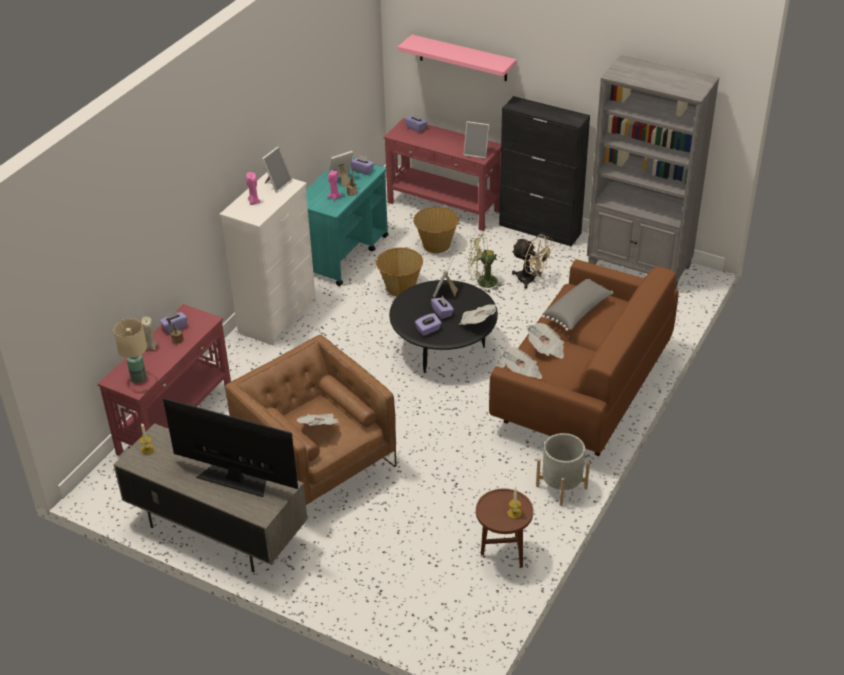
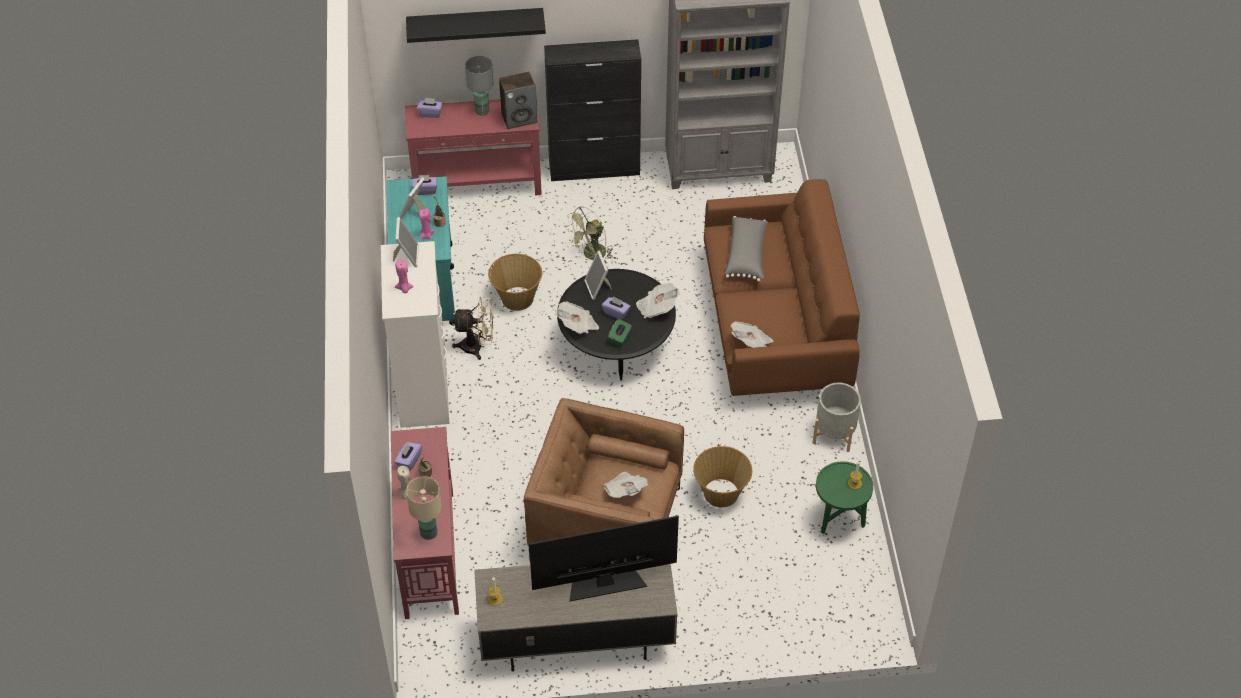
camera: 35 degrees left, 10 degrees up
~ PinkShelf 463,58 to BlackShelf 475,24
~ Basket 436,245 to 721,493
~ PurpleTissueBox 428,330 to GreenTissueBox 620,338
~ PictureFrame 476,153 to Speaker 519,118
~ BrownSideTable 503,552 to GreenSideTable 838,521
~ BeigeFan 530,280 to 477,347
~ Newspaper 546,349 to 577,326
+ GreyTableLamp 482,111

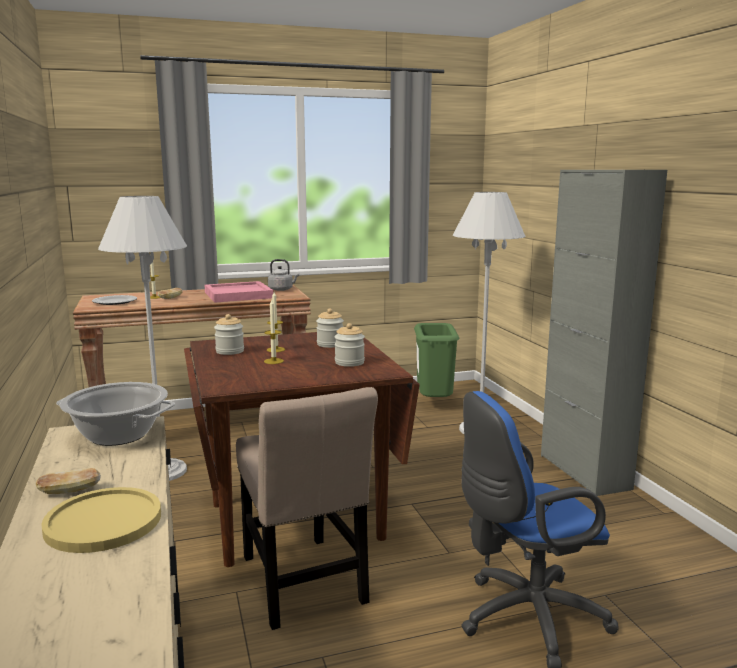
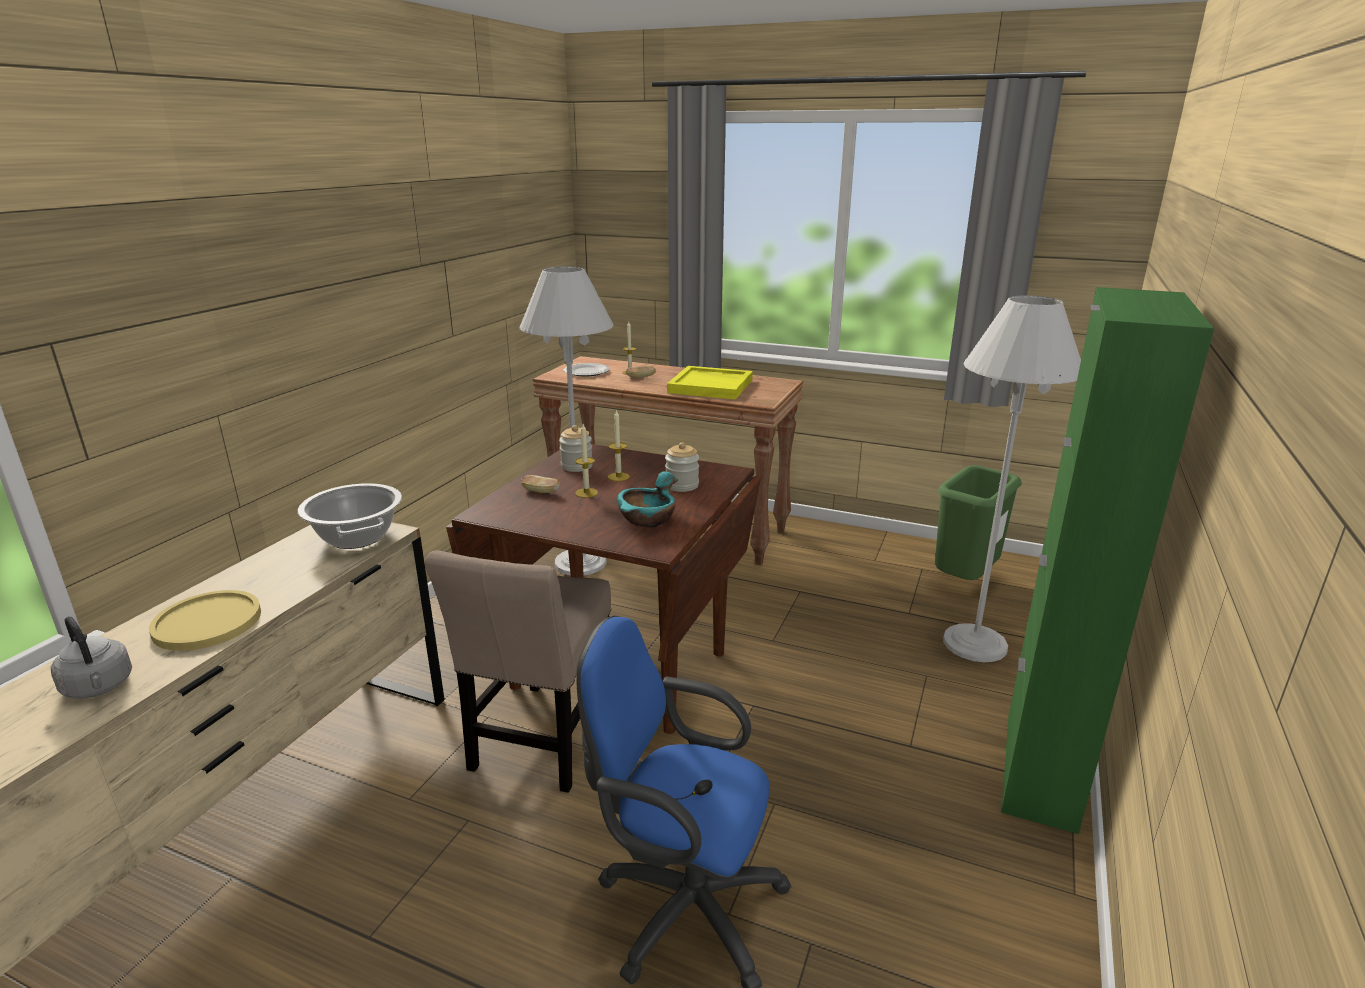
camera: 40 degrees right, 10 degrees up
~ Bread 70,492 to 540,492
~ PinkTray 238,295 to YellowTray 711,386
~ GreyKettle 282,289 to 99,687
~ Jar 349,362 to TurquoiseBowl 647,519
~ GreyCabinet 584,471 to GreenCabinet 1040,770

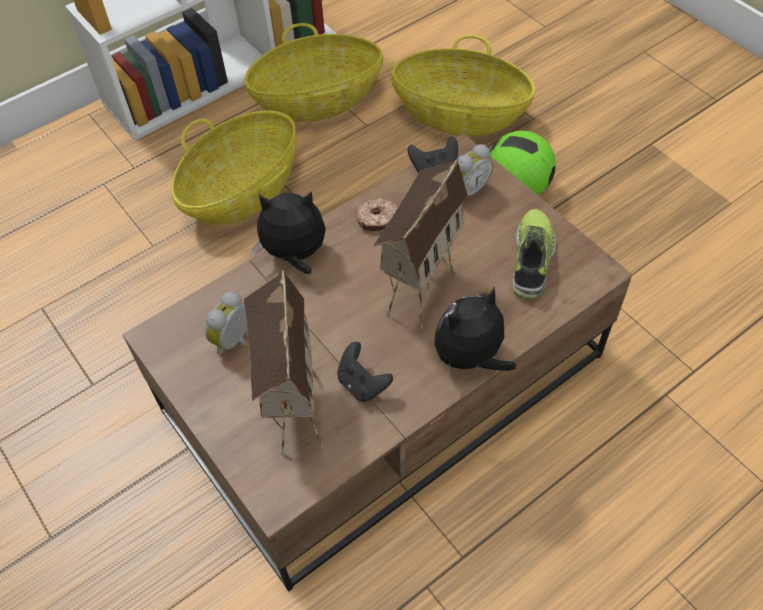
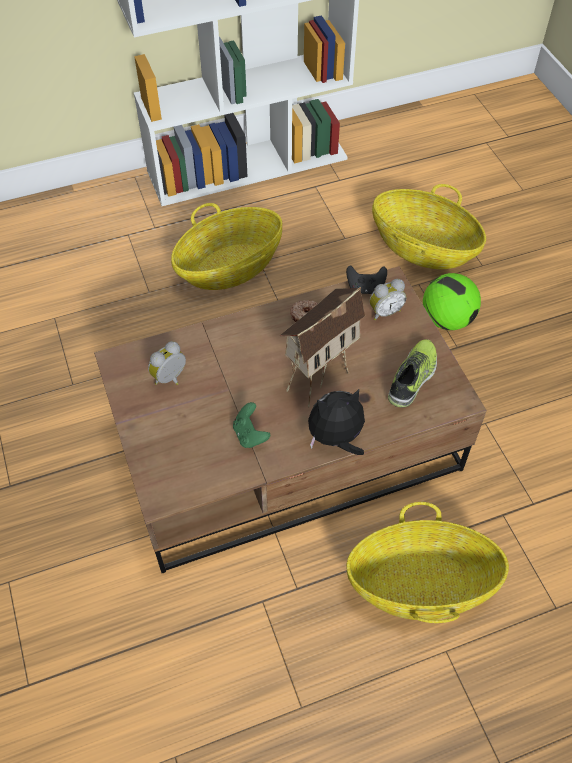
camera: 15 degrees right, 0 degrees up
~ Basket 318,100 to 421,583
- ToyHouse 291,407
- PlushToy 294,255
~ BlackGameController 362,383 to GreenGameController 250,435

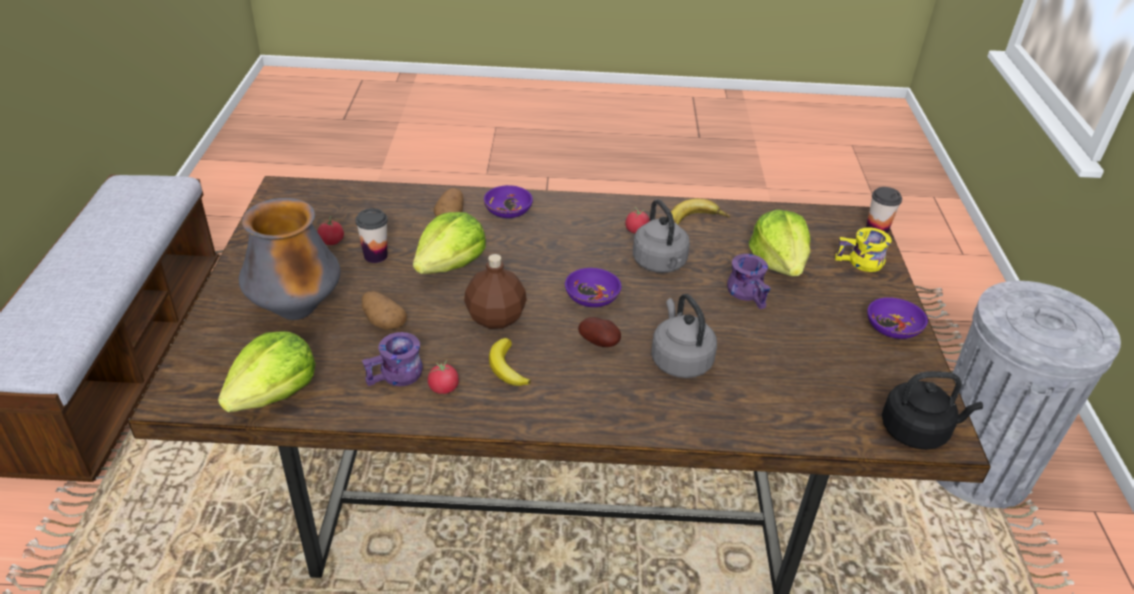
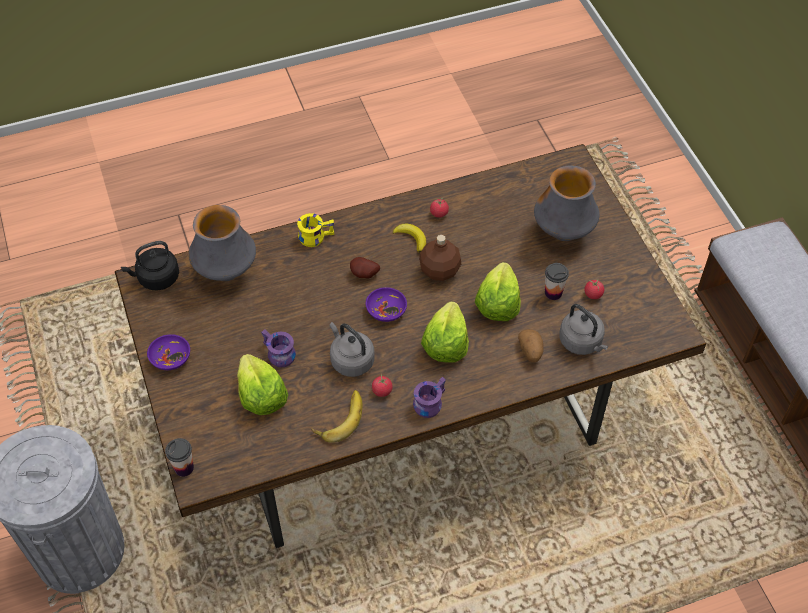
camera: 160 degrees right, 15 degrees up
~ Lettuce 274,393 to 445,344
- Potato 383,322
~ PurpleMug 396,377 to 428,402
- PurpleBowl 507,211
~ GreyKettle 679,360 to 582,342
~ YellowMug 860,263 to 315,235
+ Vase 226,272

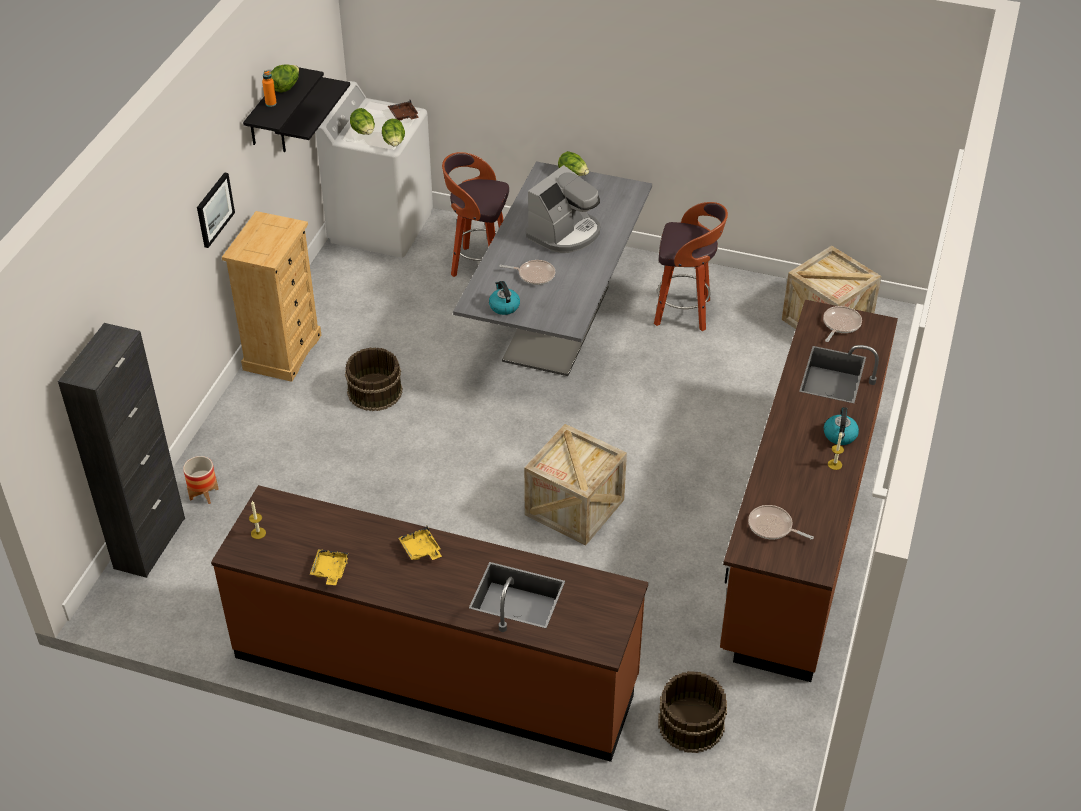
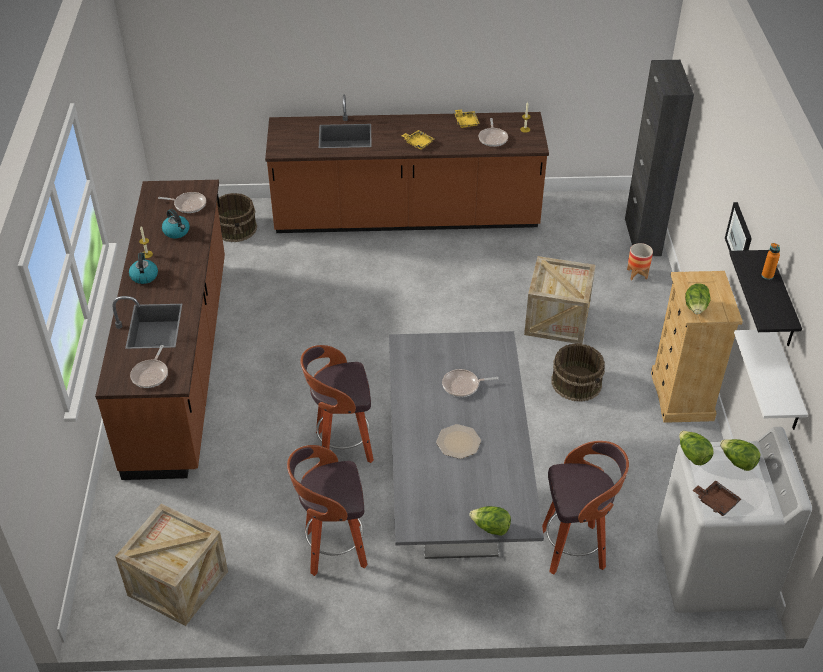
camera: 160 degrees right, 0 degrees up
~ Lettuce 285,87 to 695,308
~ BlackShelf 297,116 to WhiteShelf 786,383
~ Kettle 504,306 to 177,232
~ Crate 574,507 to 557,320
~ CoffeeMachine 565,233 to Plate 458,442
+ Stool 342,447
+ FryingPan 493,138

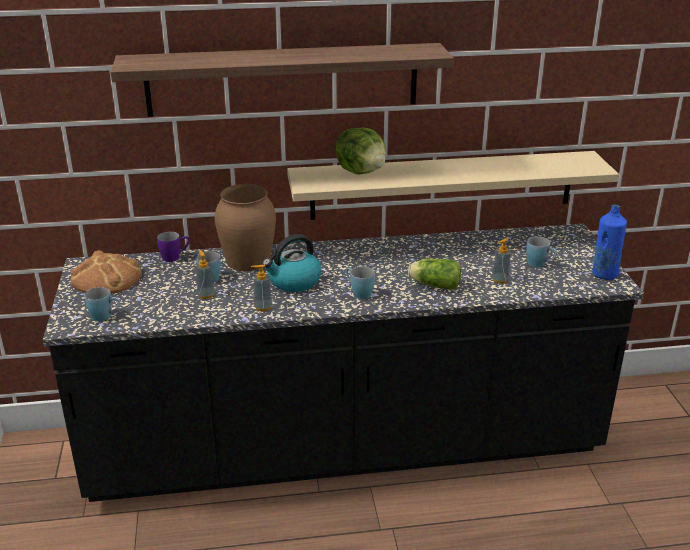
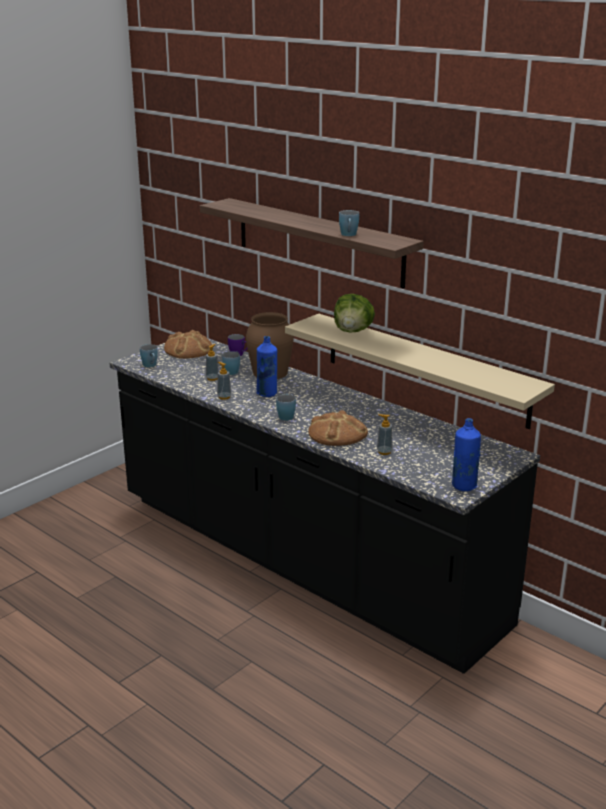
camera: 50 degrees right, 5 degrees down
~ Kettle 293,282 to BlueBottle 267,394
~ Lettuce 433,285 to Bread 337,433
~ BlueMug 540,264 to 349,235

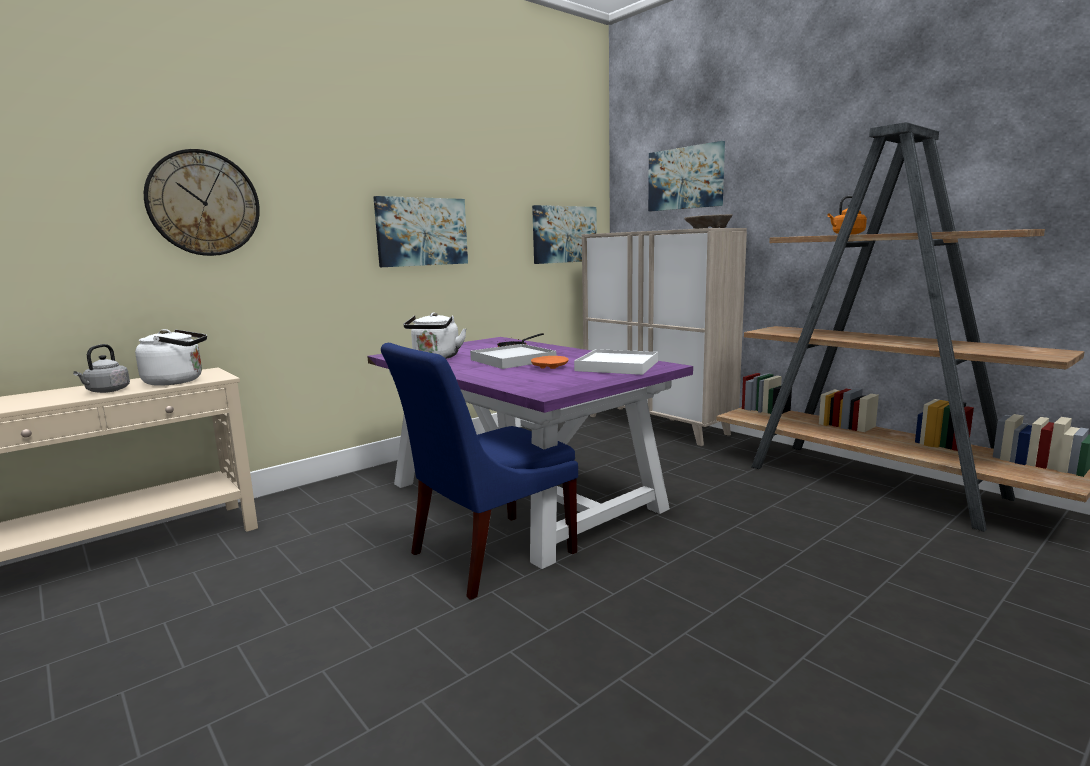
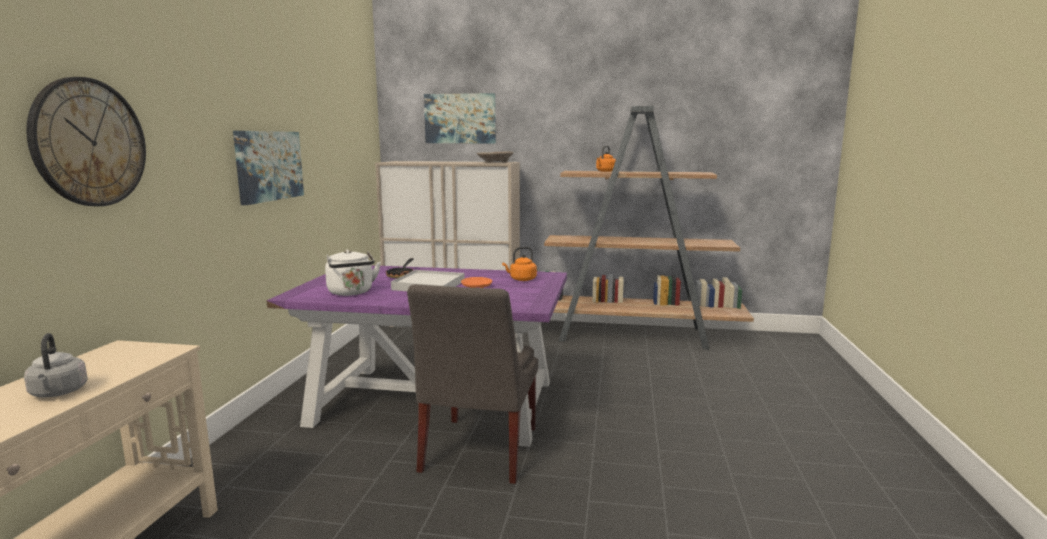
camera: 40 degrees left, 0 degrees up
- WhiteKettle 178,381
~ BlueChair 486,555 to GreyChair 477,452
- Picture 564,234
~ WhiteTray 617,366 to OrangeKettle 521,279

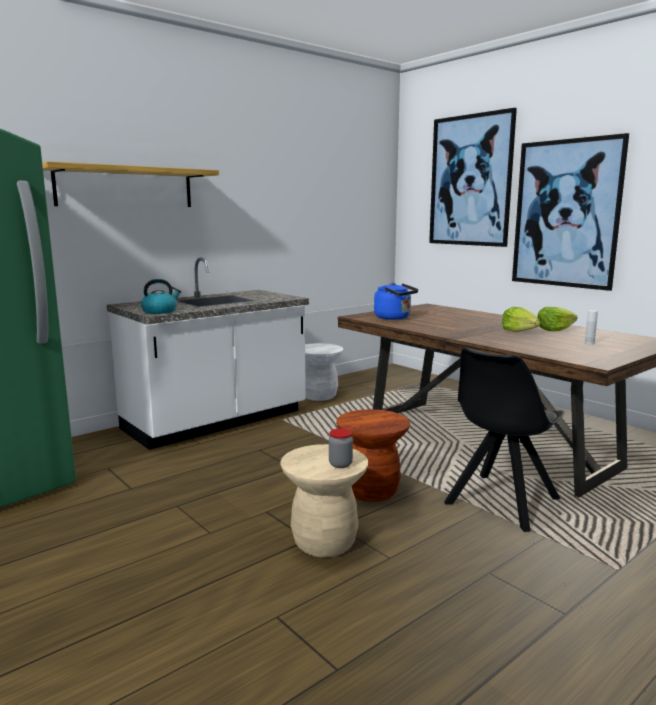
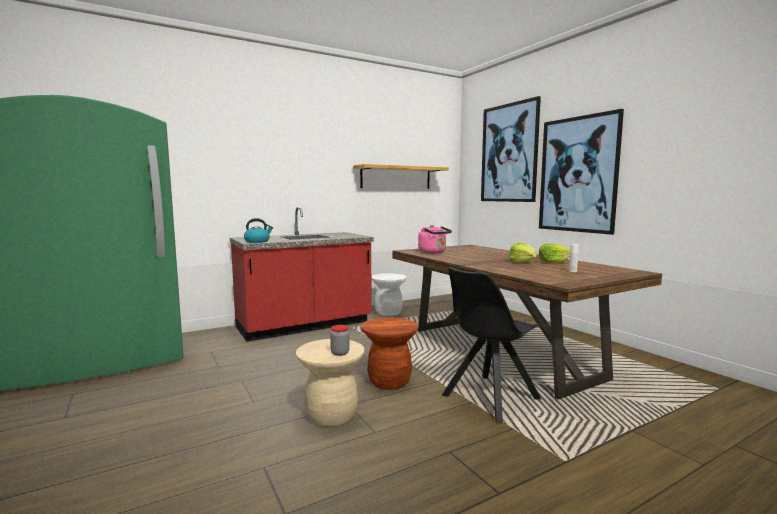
camera: 10 degrees right, 5 degrees down
~ Shelf 125,187 to 396,177
~ WhiteCounter 216,421 to RedCounter 304,325
~ BlueKettle 394,318 to PinkKettle 433,252

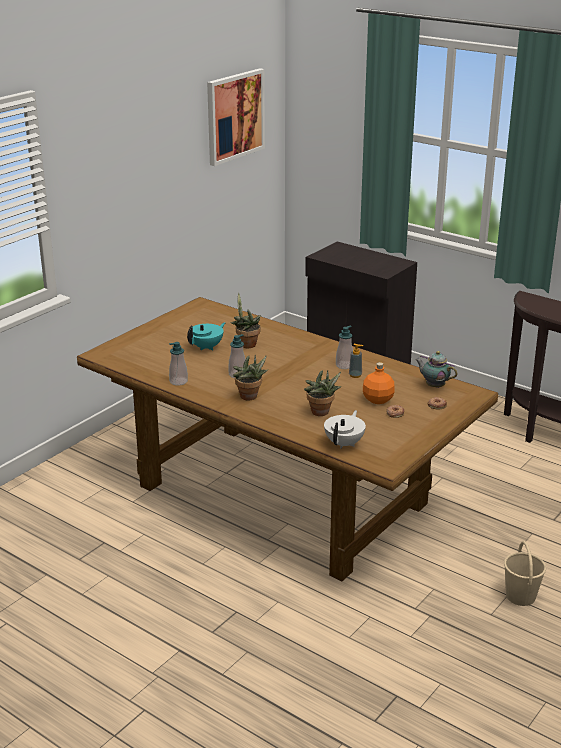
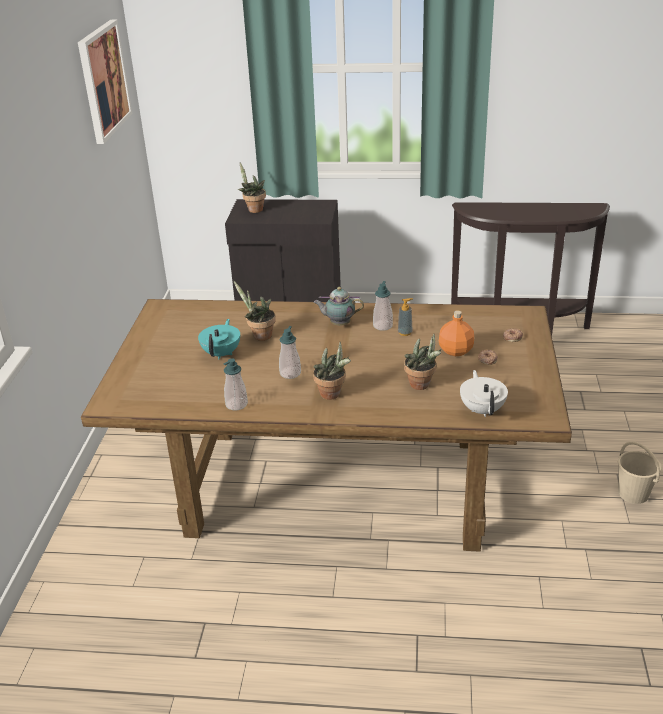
camera: 30 degrees left, 5 degrees up
~ Teapot 434,386 to 338,324
+ PottedPlant 253,209

